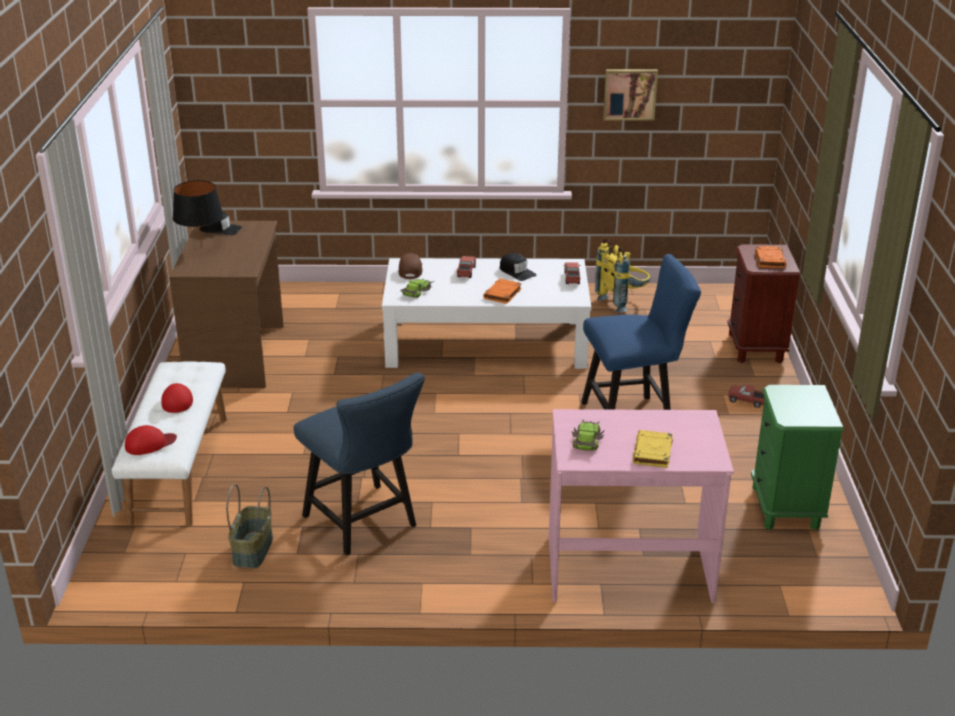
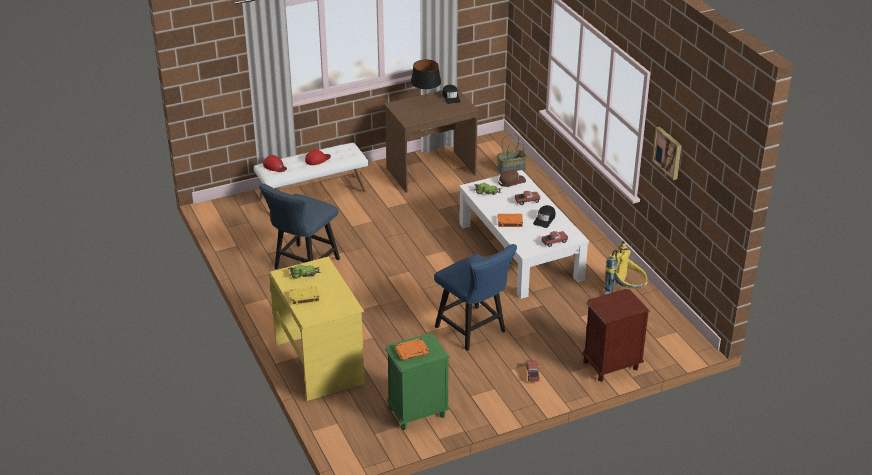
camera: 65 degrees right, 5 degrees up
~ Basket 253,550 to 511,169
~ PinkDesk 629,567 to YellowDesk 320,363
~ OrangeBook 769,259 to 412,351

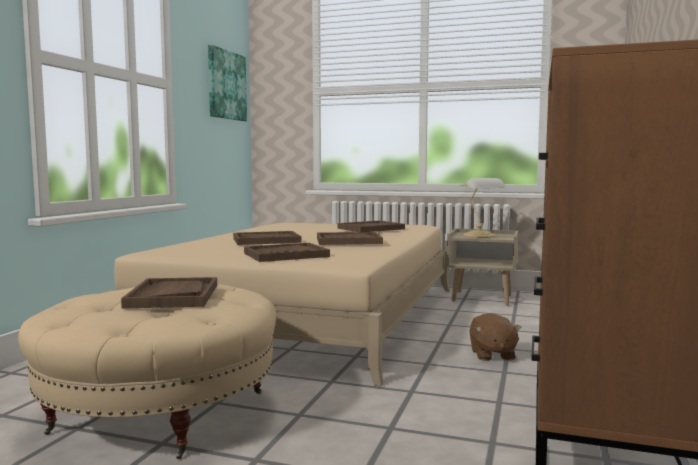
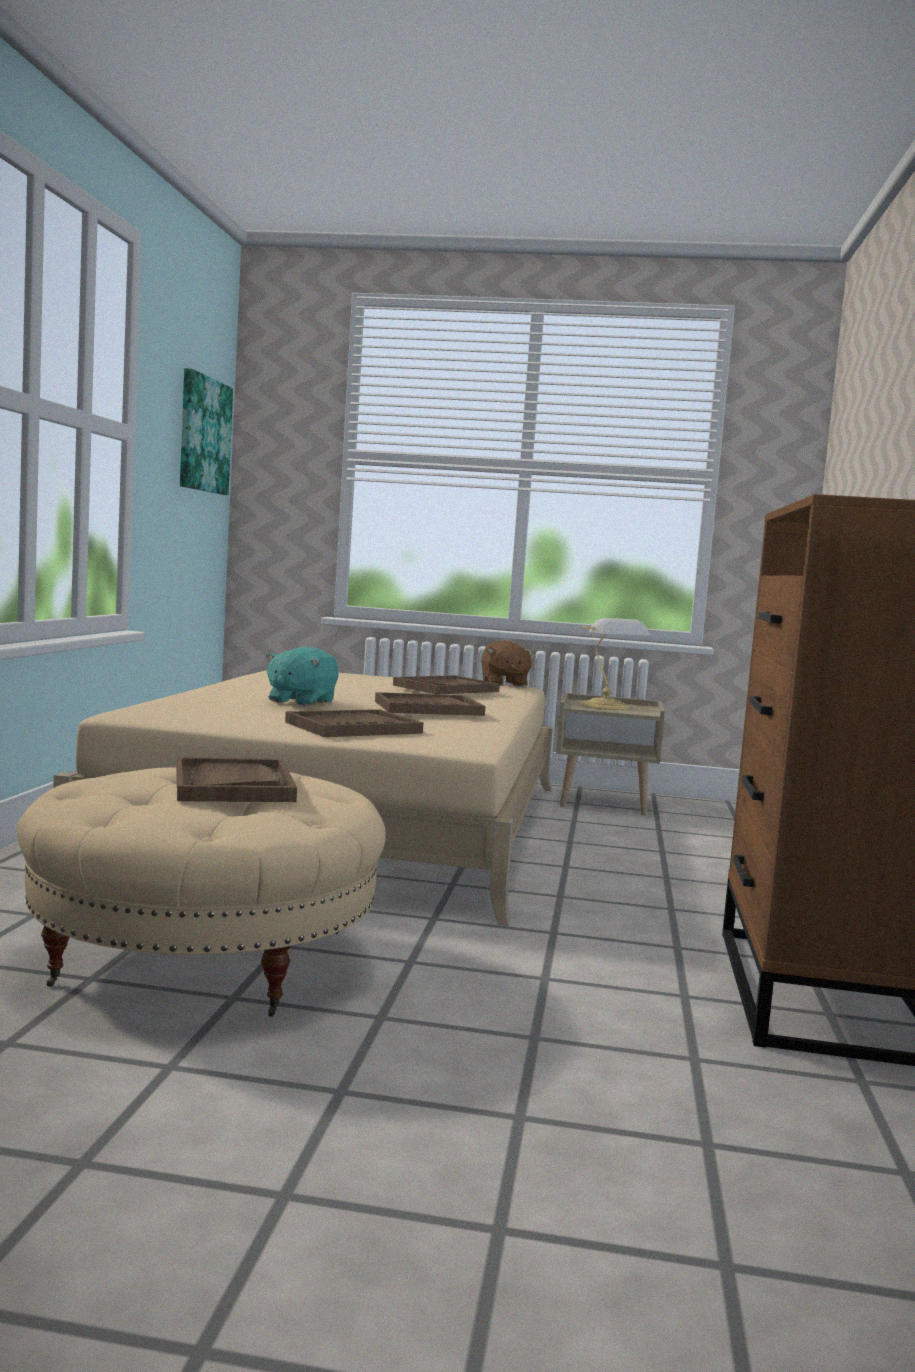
camera: 10 degrees left, 0 degrees up
~ BrownTray 266,240 to TurquoisePlushToy 300,701
~ BrownPlushToy 492,355 to 503,684

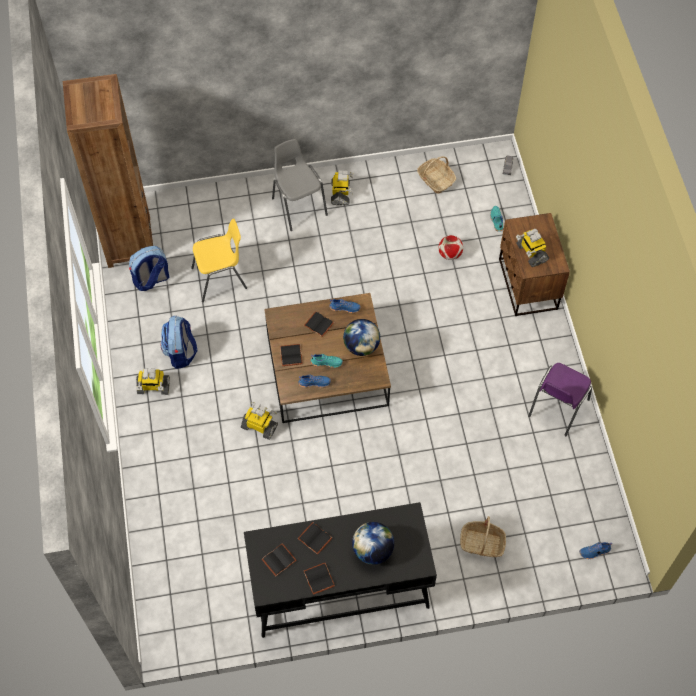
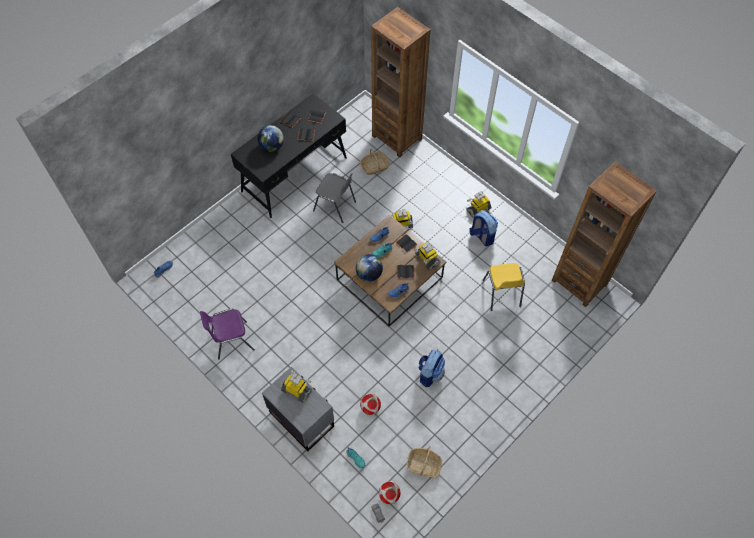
camera: 145 degrees right, 0 degrees up
~ Backpack 151,280 to 430,373
~ YellowChair 221,278 = 502,294 45 degrees counterclockwise
~ GreyChair 298,206 to 335,206
~ ToyRobot 341,194 to 427,259
~ Basket 482,543 to 374,166
~ BrownNightstand 527,284 to GreyNightstand 302,418
~ PurpleChair 557,408 = 231,341 105 degrees counterclockwise
+ BrownBookcase 397,137
+ Football 389,495

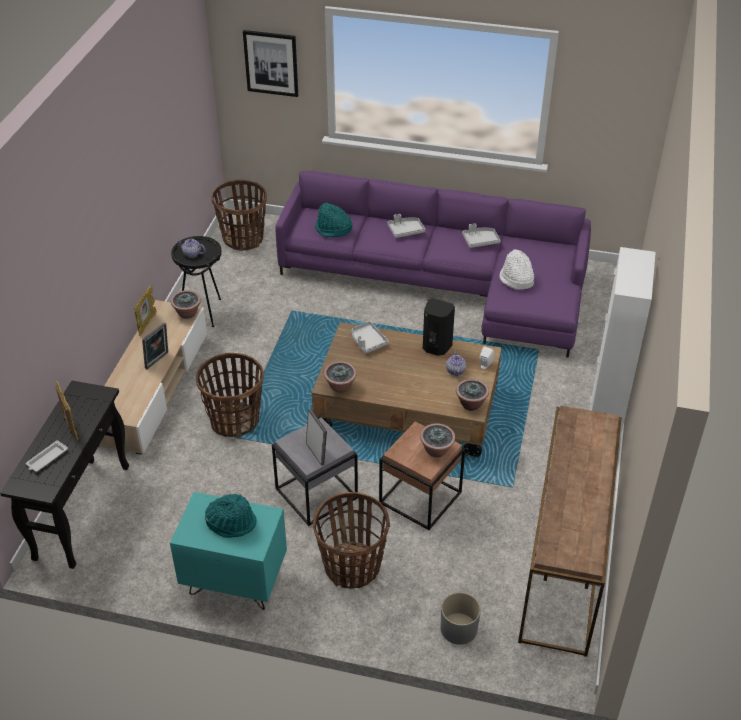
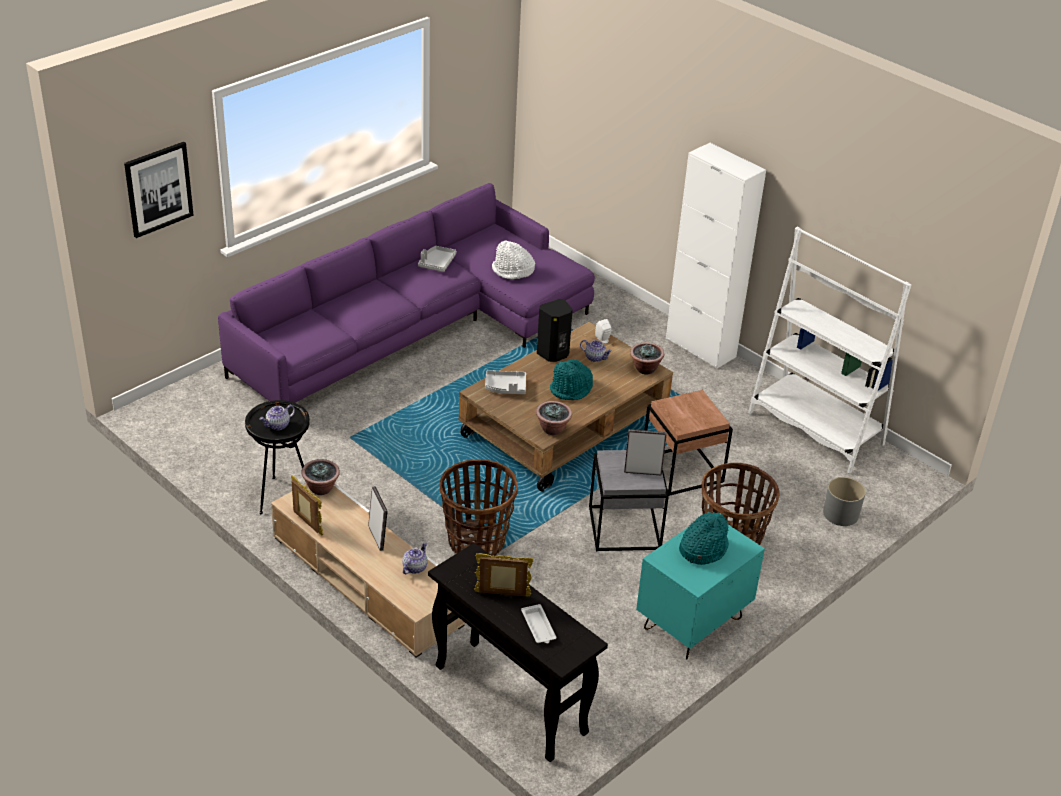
camera: 60 degrees left, 5 degrees down
- Basket 243,239
~ TurquoiseHat 333,229 to 571,389
- GreyTray 405,231
- PottedPlant 436,450
~ BrownConsoleTable 565,564 to WhiteBookcase 815,429
+ Teapot 414,567

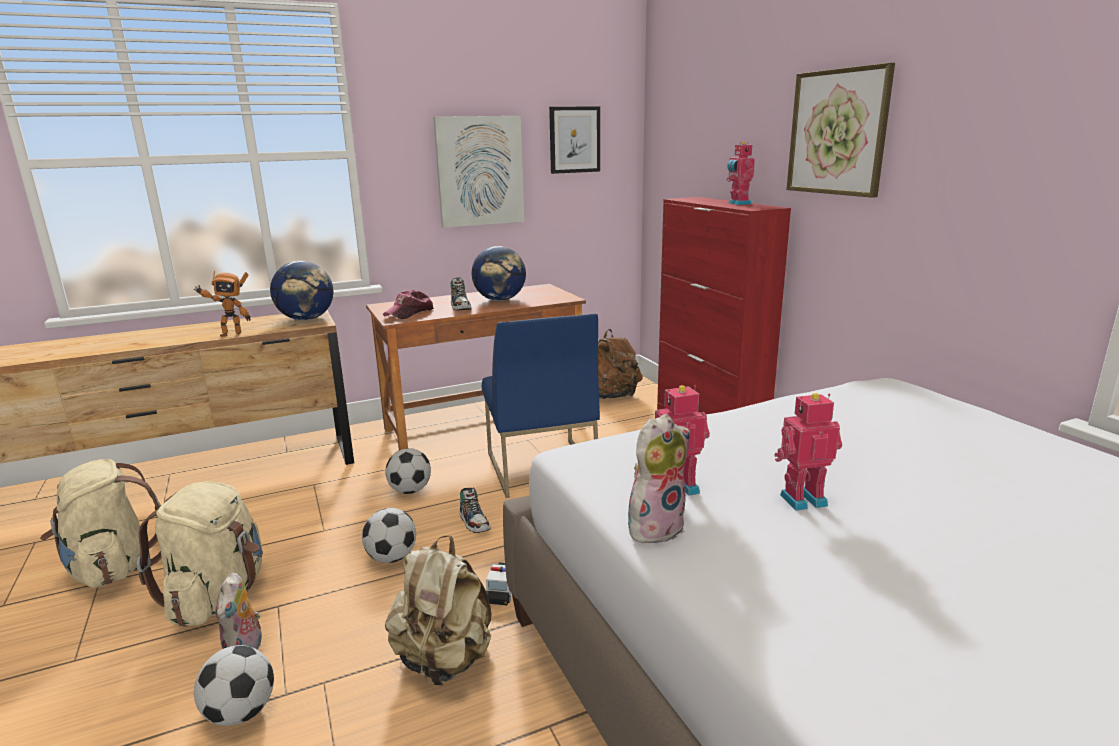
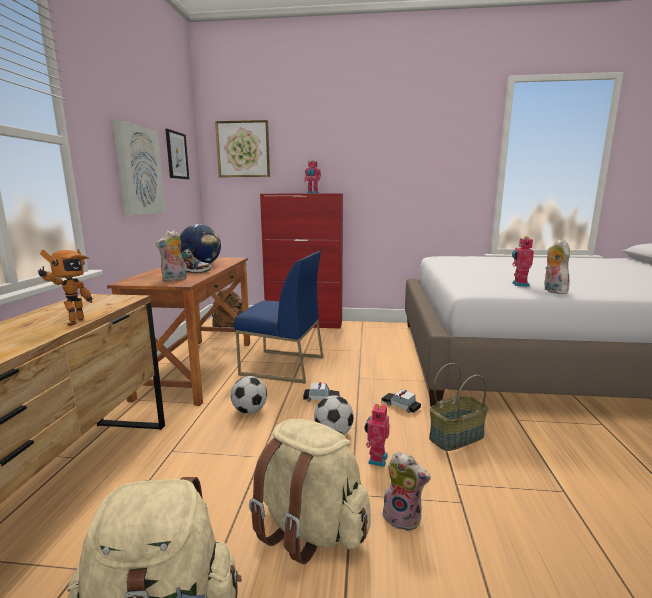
camera: 60 degrees left, 5 degrees down
- Football 240,713
- Globe 306,319
~ Cap 409,313 to PlushToy 175,279
~ BeigeBackpack 444,660 to Basket 456,436
~ Shoe 474,522 to ToyCar 321,398
~ ToyRobot 801,498 to 376,459
~ Picture 838,132 to 243,149

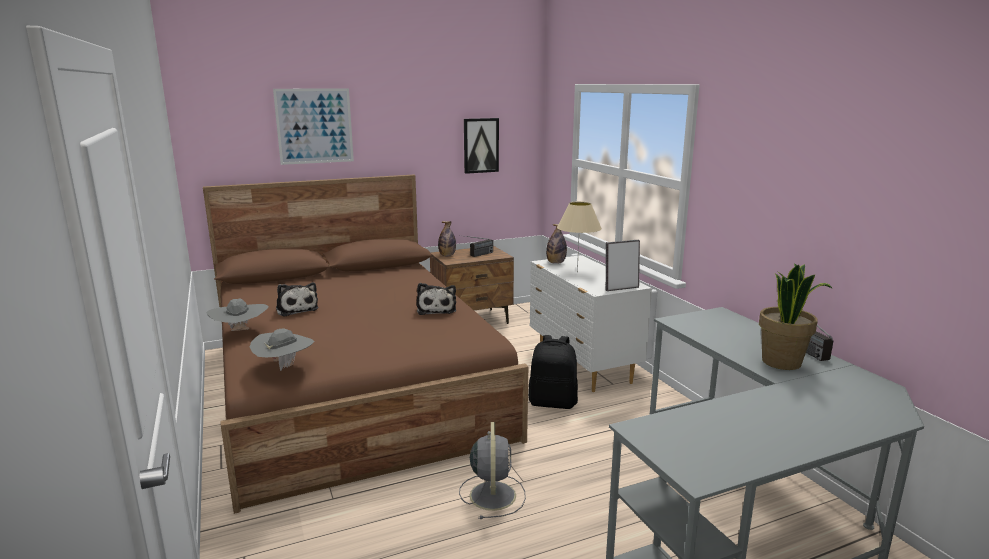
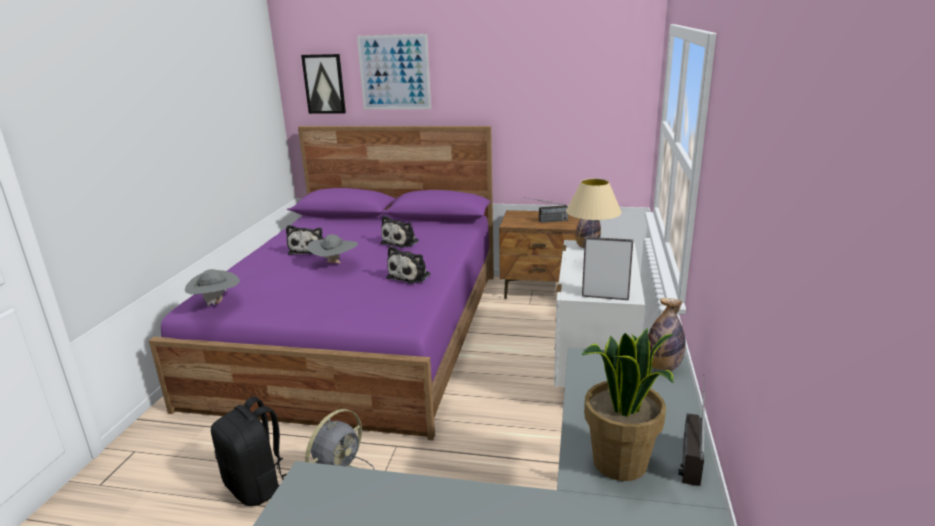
camera: 35 degrees right, 5 degrees up
~ BrownBed 354,387 to PurpleBed 363,332
~ GreyHat 240,332 to 335,264
~ Bottle 447,255 to 662,367
~ Picture 481,145 to 324,84
~ BlackBackpack 553,402 to 257,486
+ PlushToy 401,242

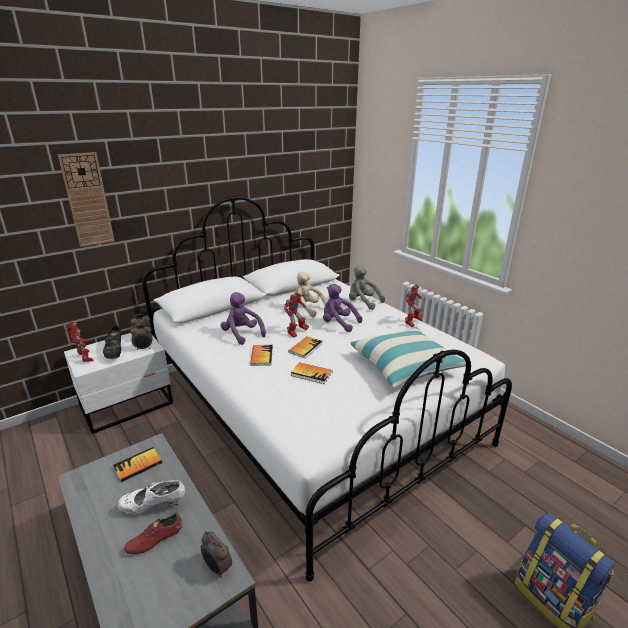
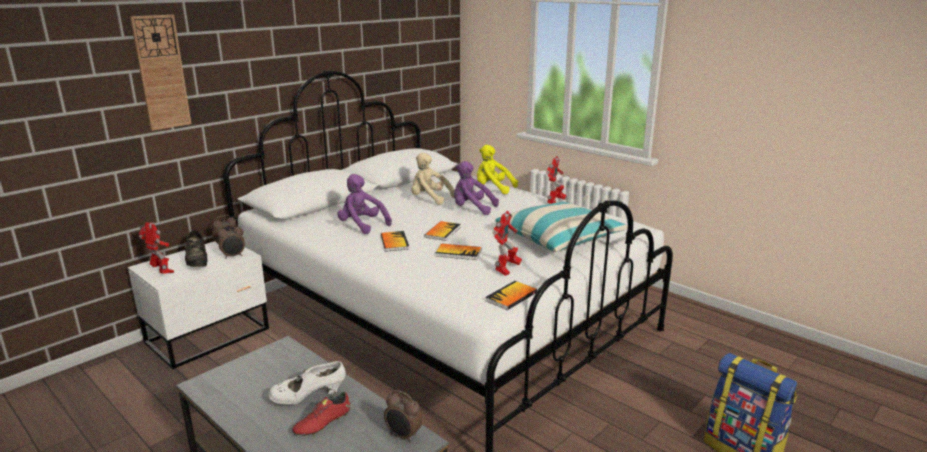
camera: 10 degrees left, 5 degrees down
~ Book 138,465 to 511,297
~ ToyRobot 296,333 to 506,270
~ GreyPlushToy 363,302 to YellowPlushToy 493,189

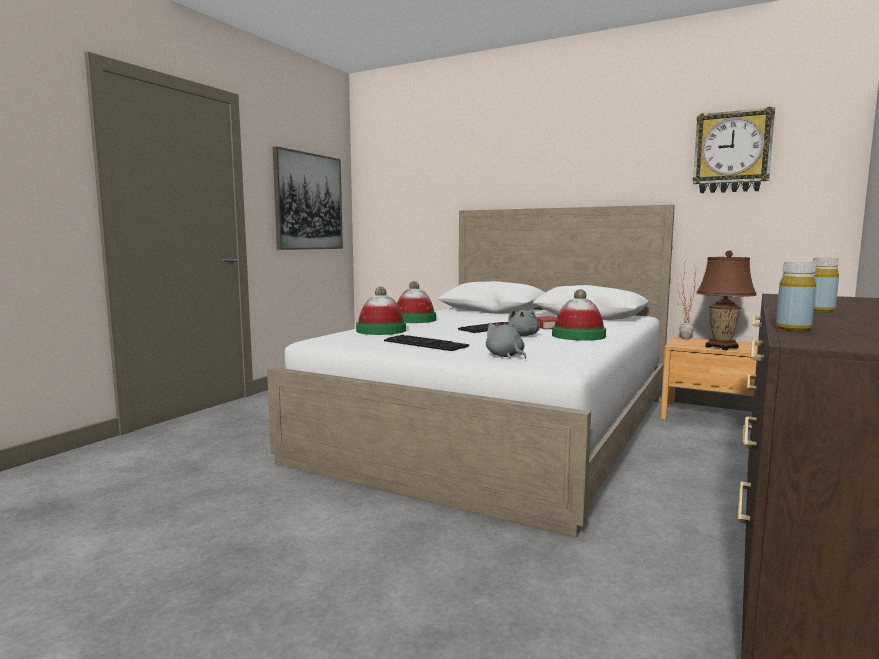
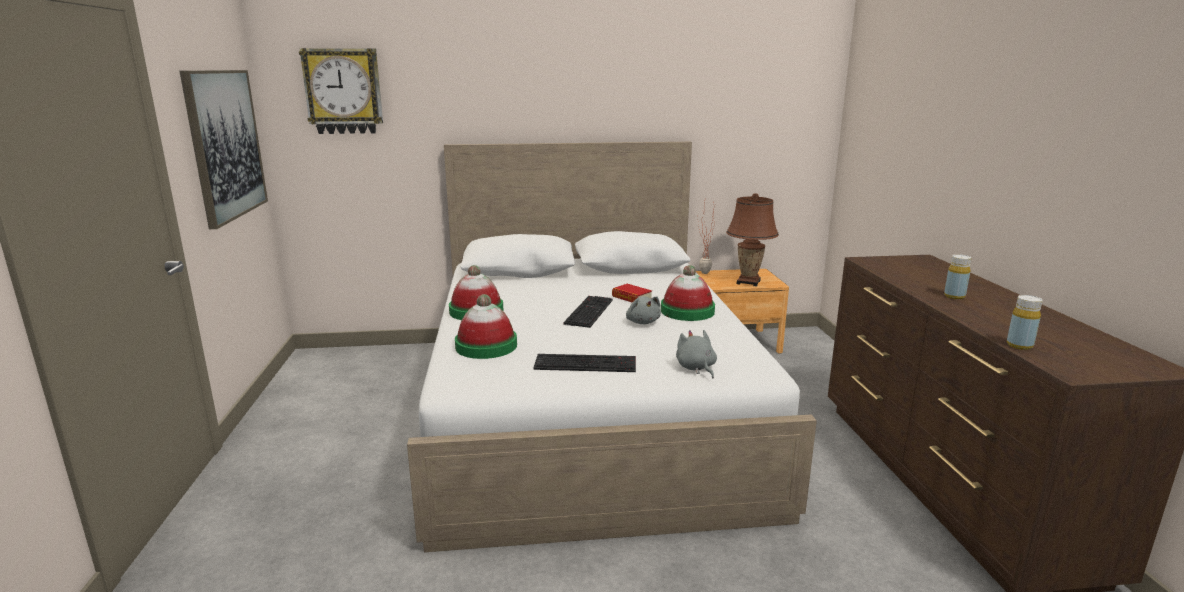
camera: 35 degrees left, 10 degrees up
~ GreyPlushToy 505,356 = 696,368 45 degrees clockwise
~ WallClock 732,152 to 343,91

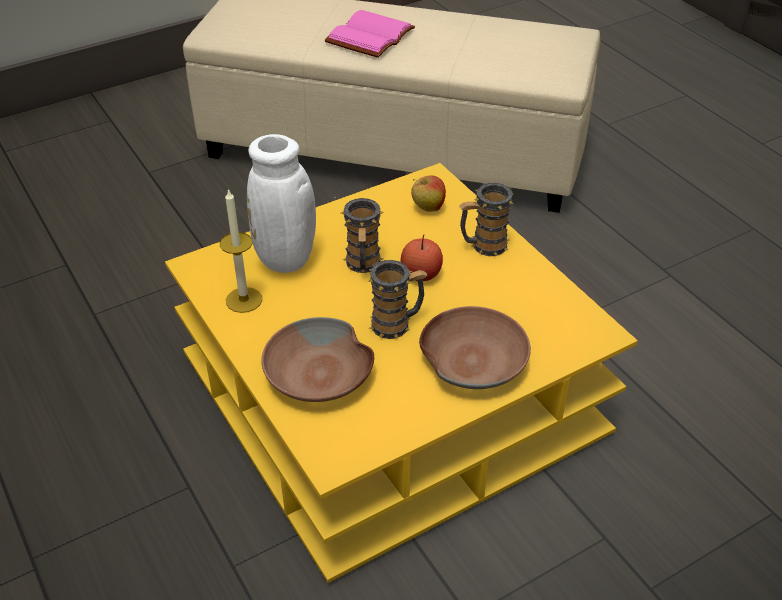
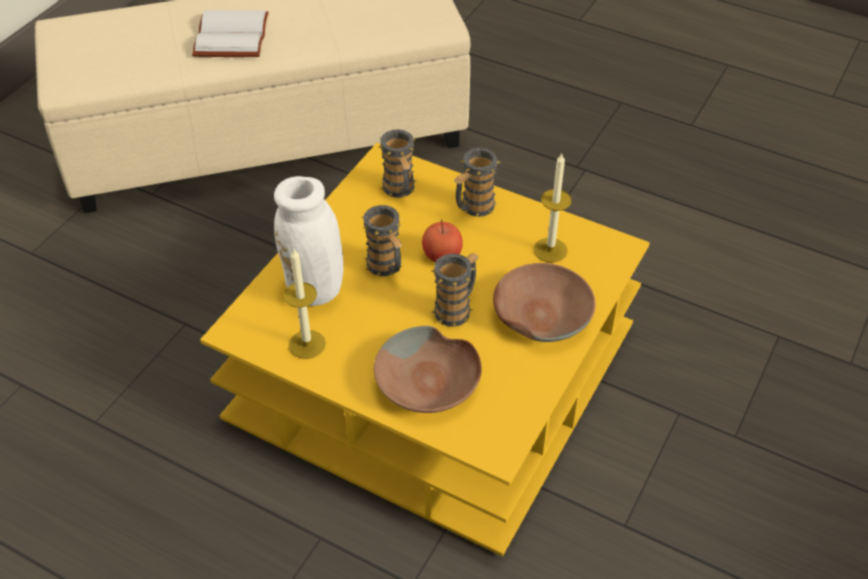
camera: 30 degrees left, 5 degrees up
~ PinkBook 369,35 to WhiteBook 229,35
~ Apple 428,208 to Mug 400,191
+ Candle 550,250

